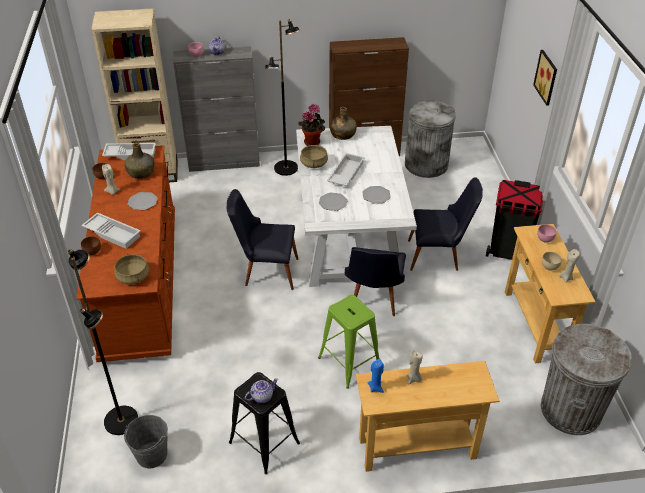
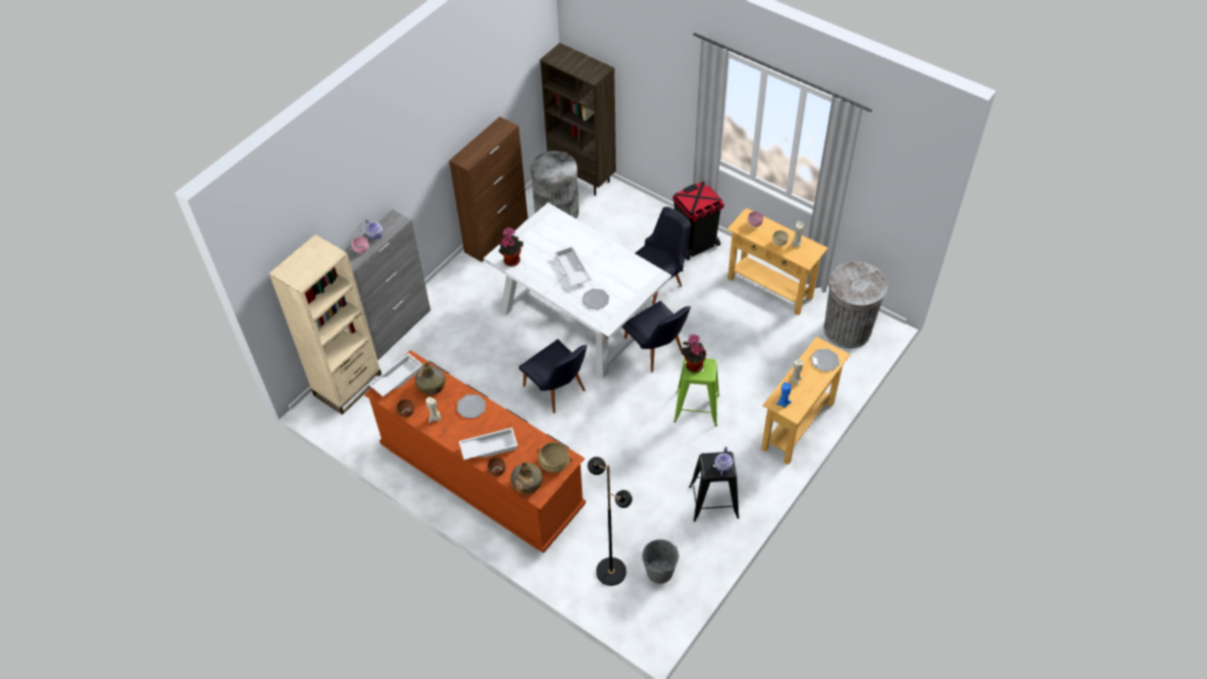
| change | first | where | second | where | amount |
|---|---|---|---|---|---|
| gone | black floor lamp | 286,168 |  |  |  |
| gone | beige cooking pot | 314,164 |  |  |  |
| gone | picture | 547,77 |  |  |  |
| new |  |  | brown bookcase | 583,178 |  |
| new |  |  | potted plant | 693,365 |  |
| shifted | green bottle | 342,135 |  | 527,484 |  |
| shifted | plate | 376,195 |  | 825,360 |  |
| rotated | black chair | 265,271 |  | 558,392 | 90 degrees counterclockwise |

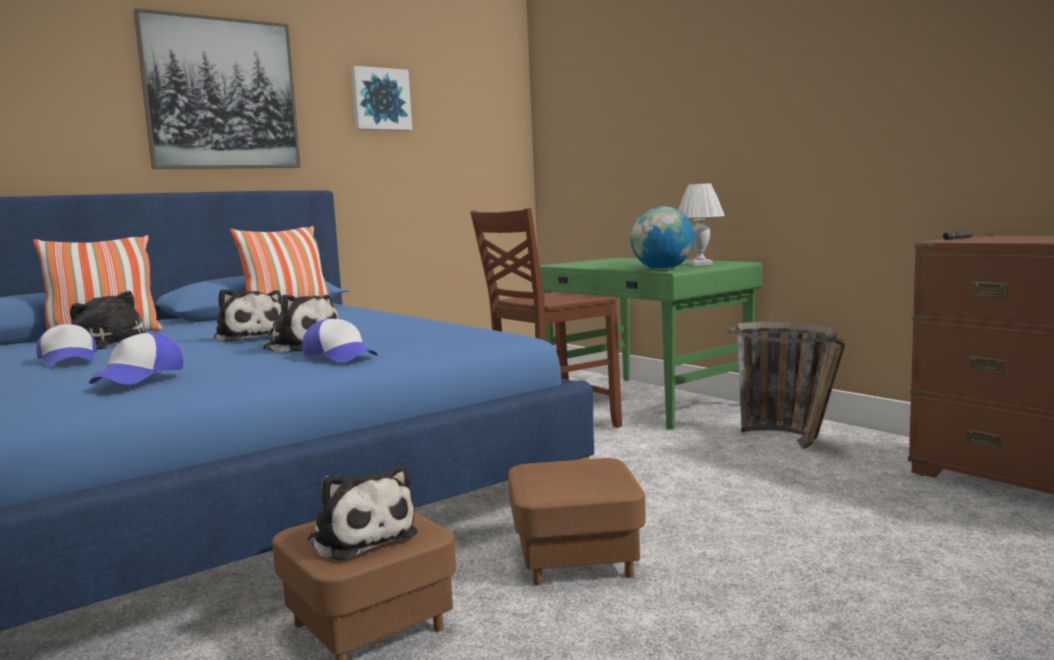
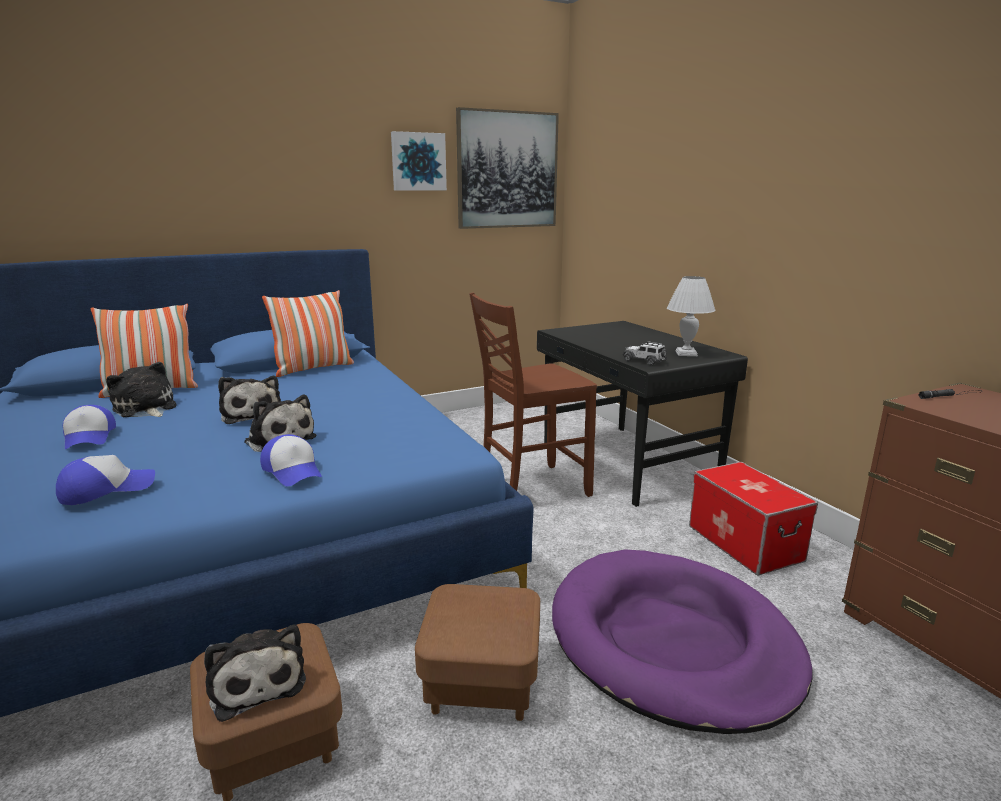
| change | first | where | second | where | amount |
|---|---|---|---|---|---|
| new |  |  | purple dog bed | 672,642 |  |
| shifted | picture | 221,94 |  | 507,170 |  |
| swapped | globe | 662,269 | toy car | 644,361 |  |
| swapped | basket | 794,441 | storage box | 743,543 |  |
| repainted | green desk | 645,402 | black desk | 626,463 |  |
| rotated | cap | 139,376 |  | 107,489 | 150 degrees counterclockwise |

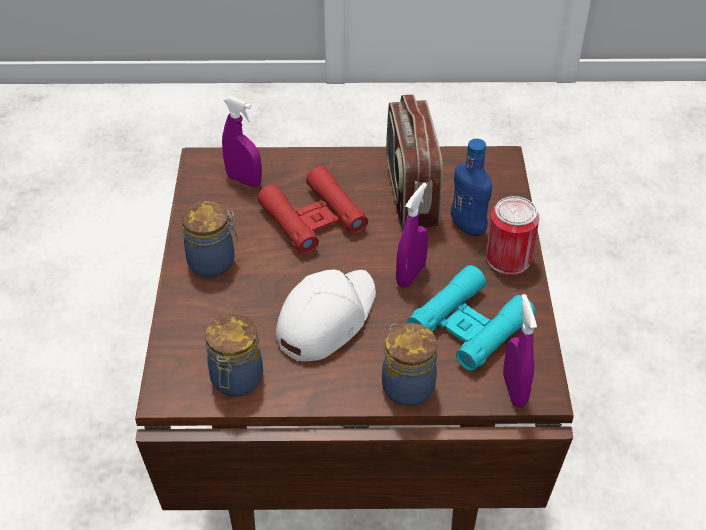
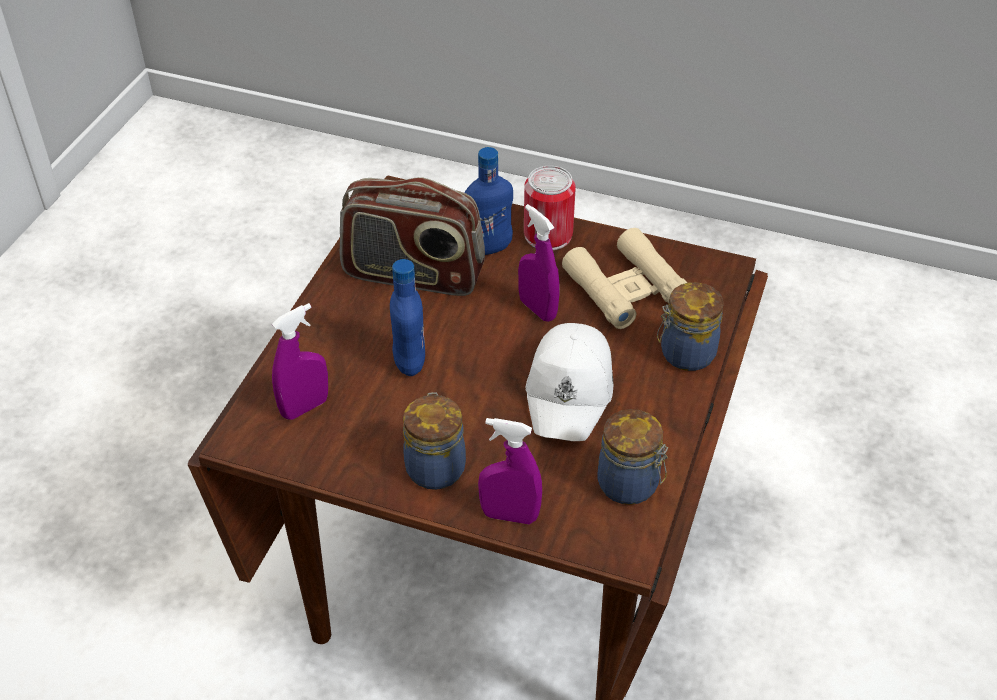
| change | first | where | second | where | amount |
|---|---|---|---|---|---|
| shifted | purple spray bottle | 514,390 |  | 509,515 |  |
| swapped | red binoculars | 313,219 | blue bottle | 409,362 |  |
| repainted | turquoise binoculars | 469,326 | beige binoculars | 626,288 |  |
| rotated | white cap | 325,319 |  | 570,391 | 135 degrees counterclockwise |

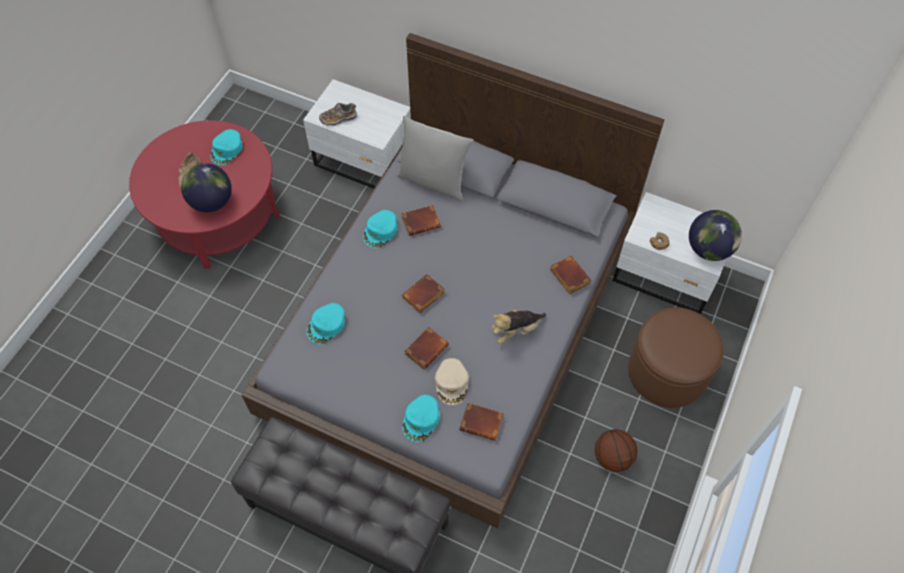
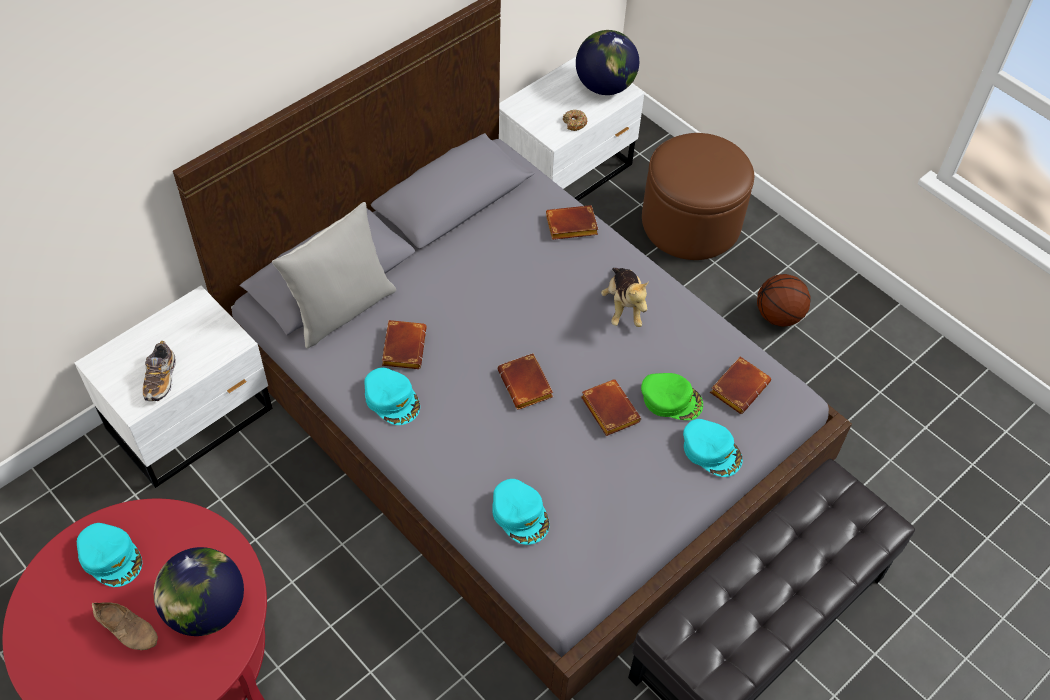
| change | first | where | second | where | amount |
|---|---|---|---|---|---|
| repainted | beige cap | 452,383 | green cap | 671,399 |  |

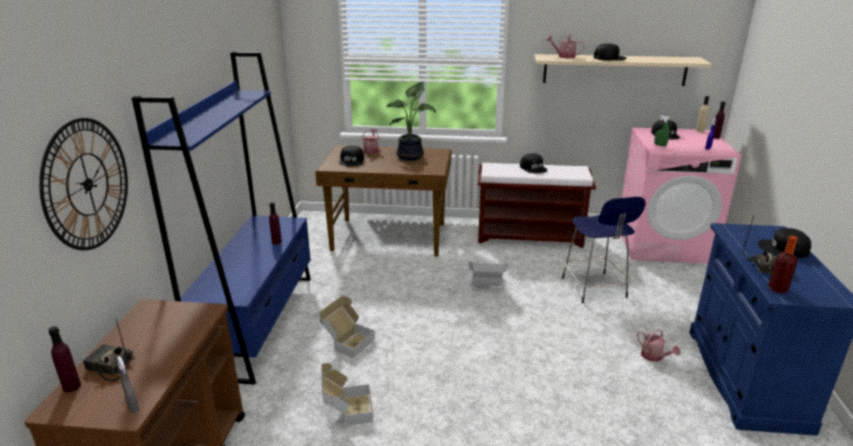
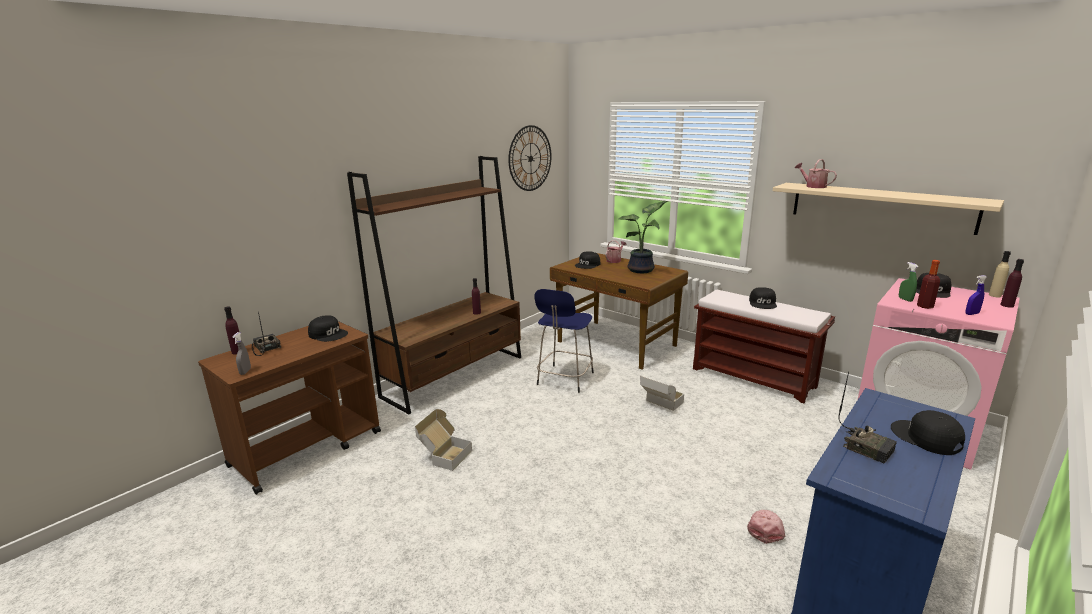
| change | first | where | second | where | amount |
|---|---|---|---|---|---|
| gone | cardboard box | 347,341 |  |  |  |
| shifted | wall clock | 87,184 |  | 530,158 |  |
| shifted | blue stool | 594,289 |  | 564,379 |  |
| shifted | black cap | 609,58 |  | 328,334 |  |
| shifted | bottle | 777,289 |  | 925,306 |  |
| swapped | watering can | 654,357 | pink cap | 765,528 |  |
| repainted | blue bookcase | 259,322 | brown bookcase | 455,376 |  |

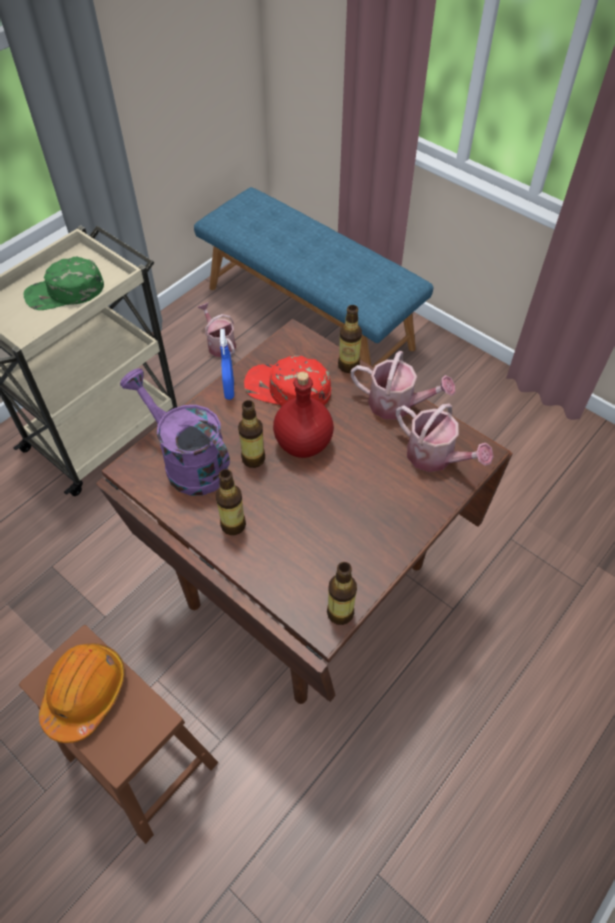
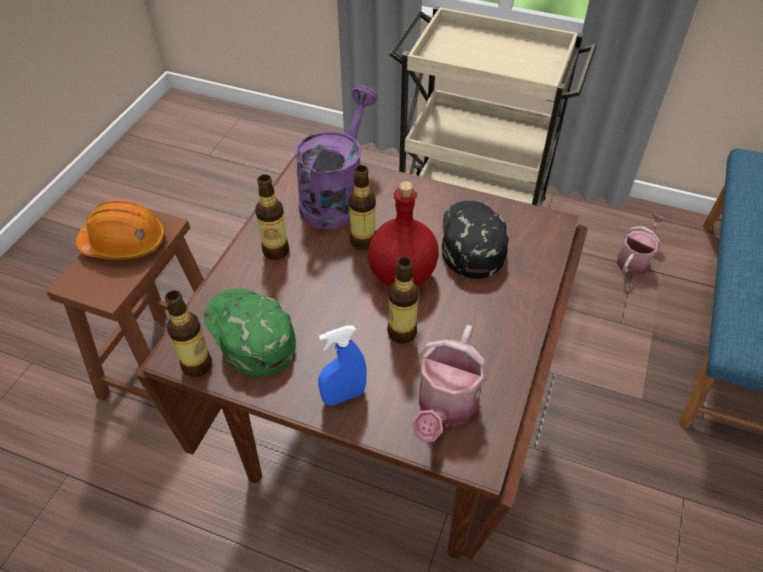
| change | first | where | second | where | amount |
|---|---|---|---|---|---|
| gone | watering can | 397,404 |  |  |  |
| shifted | green cap | 65,292 |  | 248,333 |  |
| shifted | blue spray bottle | 229,389 |  | 343,396 |  |
| shifted | bottle | 348,365 |  | 402,333 |  |
| repainted | red cap | 287,389 | black cap | 471,241 |  |

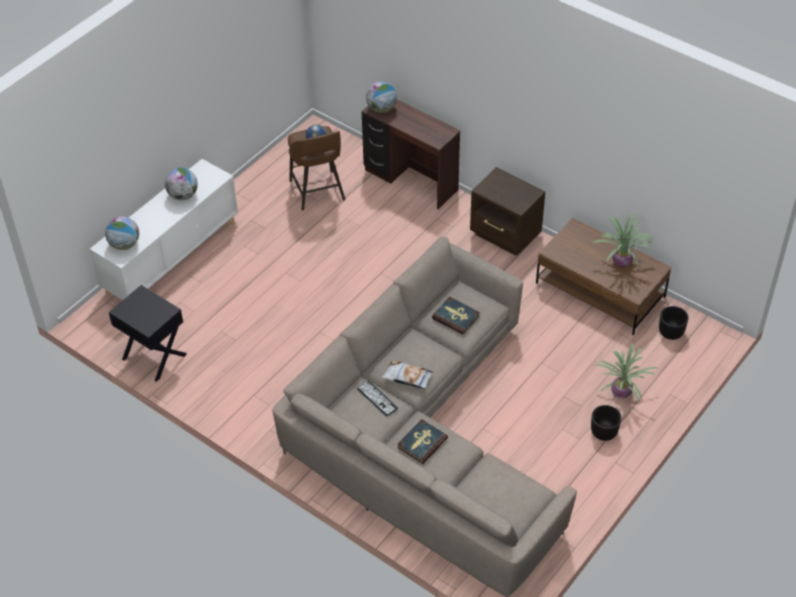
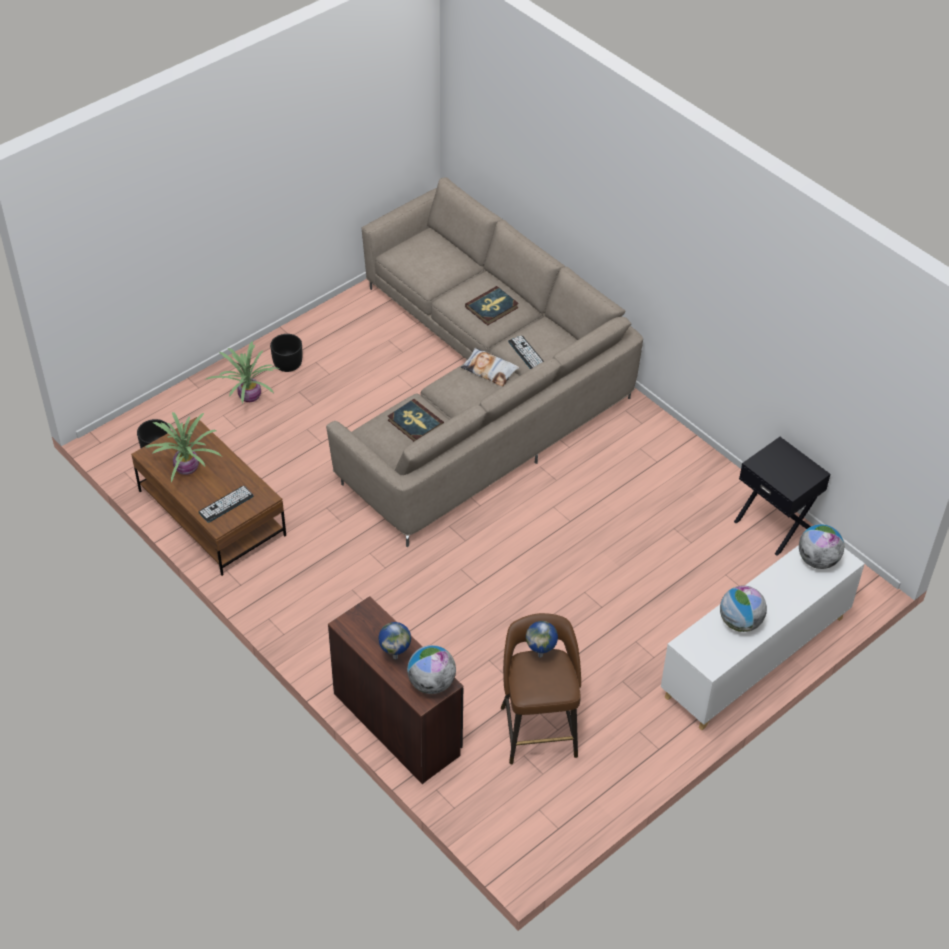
| change | first | where | second | where | amount |
|---|---|---|---|---|---|
| gone | brown nightstand | 505,235 |  |  |  |
| new |  |  | keyboard | 226,504 |  |
| new |  |  | globe | 395,656 |  |

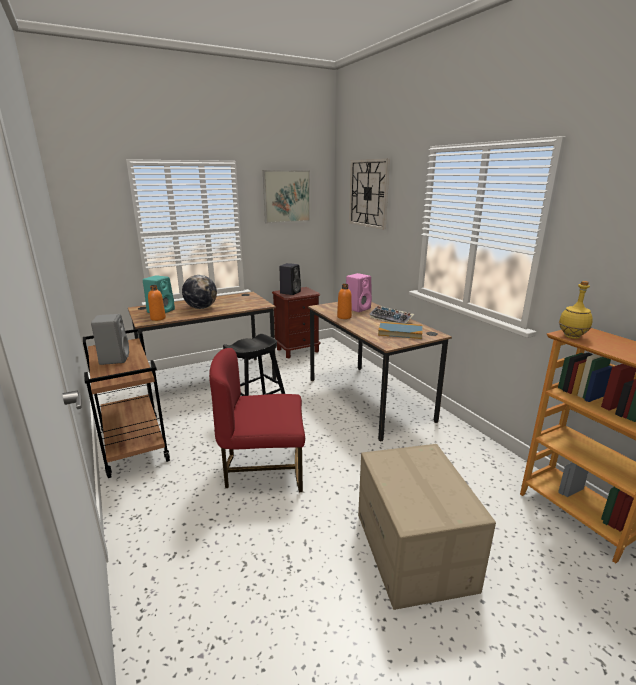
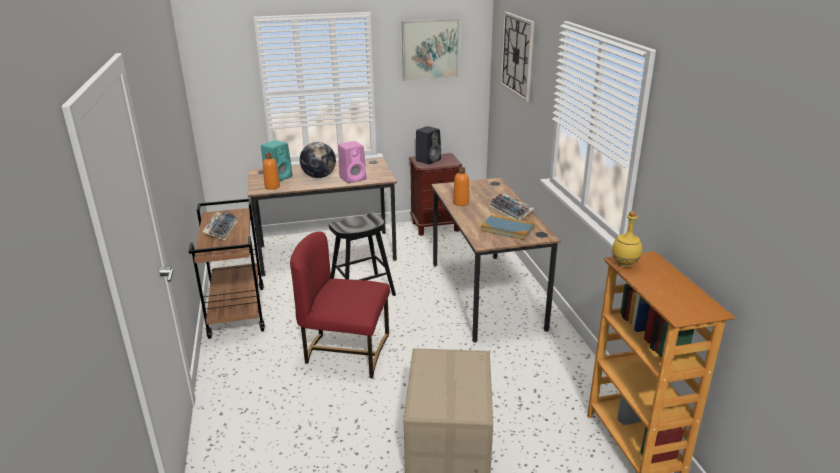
| change | first | where | second | where | amount |
|---|---|---|---|---|---|
| shifted | pink speaker | 358,308 |  | 353,178 |  |
| swapped | grey speaker | 114,358 | keyboard | 221,229 |  |

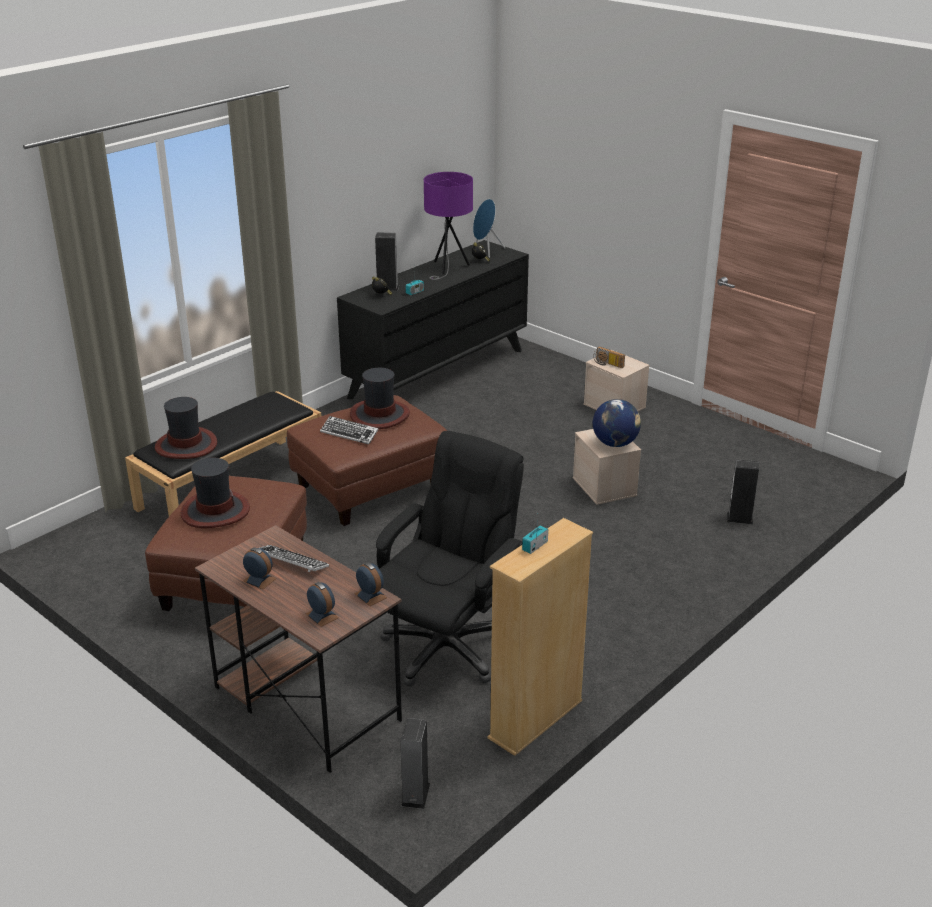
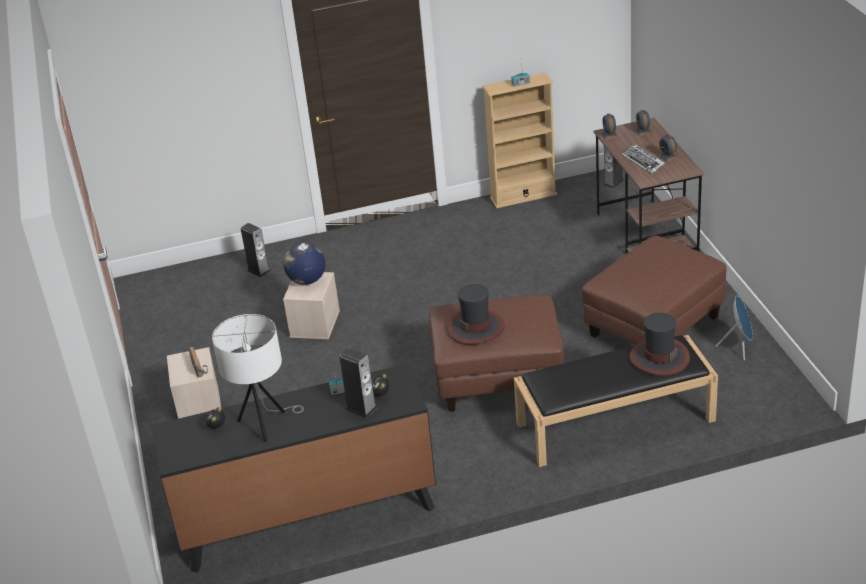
| change | first | where | second | where | amount |
|---|---|---|---|---|---|
| gone | hat | 215,511 |  |  |  |
| gone | keyboard | 349,433 |  |  |  |
| gone | black office chair | 446,647 |  |  |  |
| shifted | blue speaker | 486,251 |  | 739,347 |  |
| repainted | purple table lamp | 447,268 | white table lamp | 265,424 |  |

